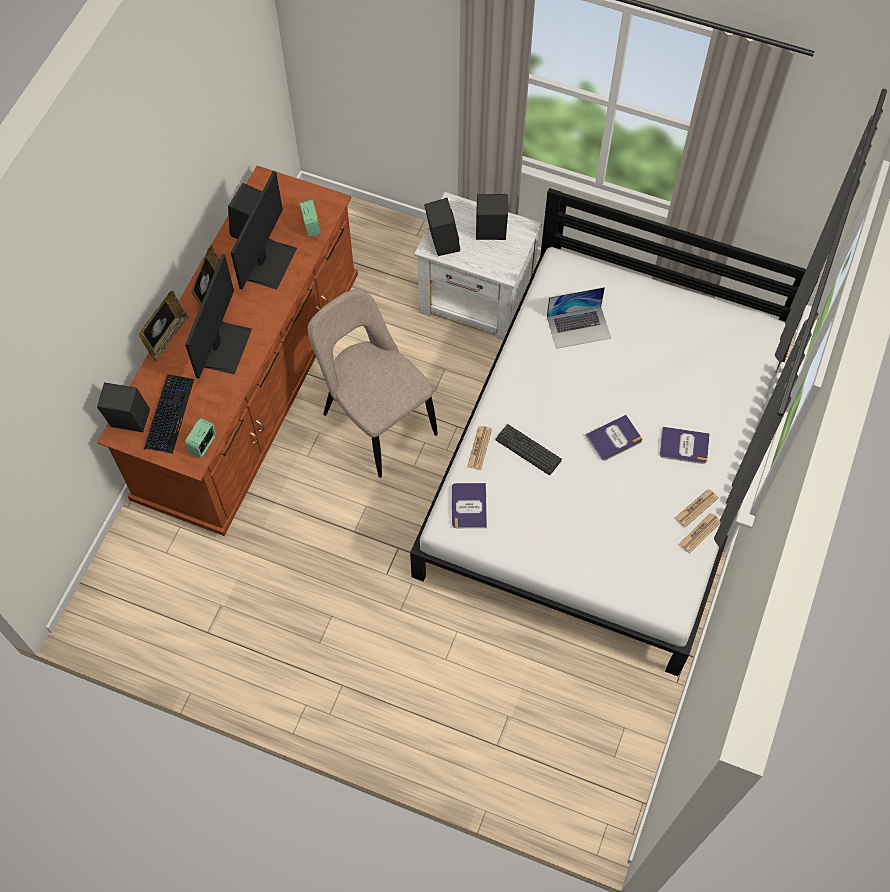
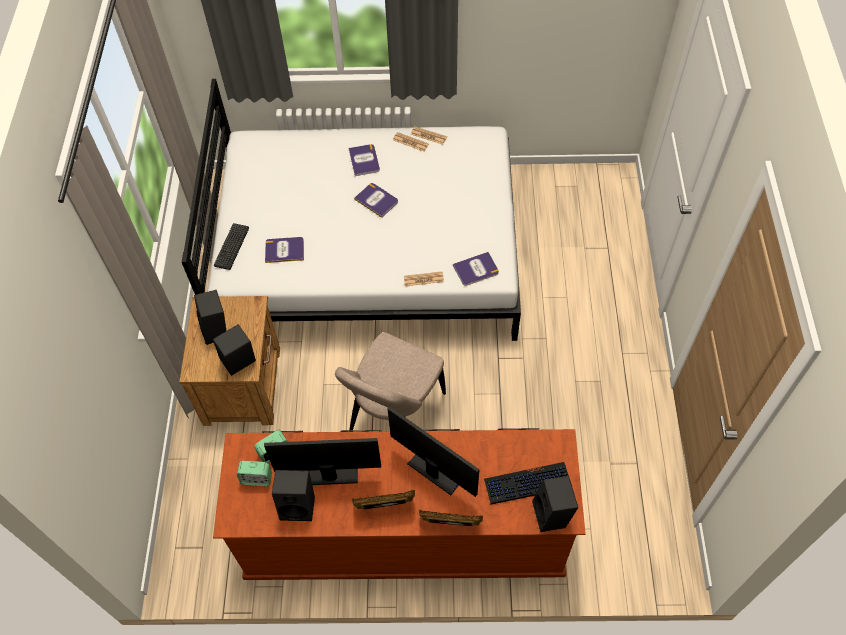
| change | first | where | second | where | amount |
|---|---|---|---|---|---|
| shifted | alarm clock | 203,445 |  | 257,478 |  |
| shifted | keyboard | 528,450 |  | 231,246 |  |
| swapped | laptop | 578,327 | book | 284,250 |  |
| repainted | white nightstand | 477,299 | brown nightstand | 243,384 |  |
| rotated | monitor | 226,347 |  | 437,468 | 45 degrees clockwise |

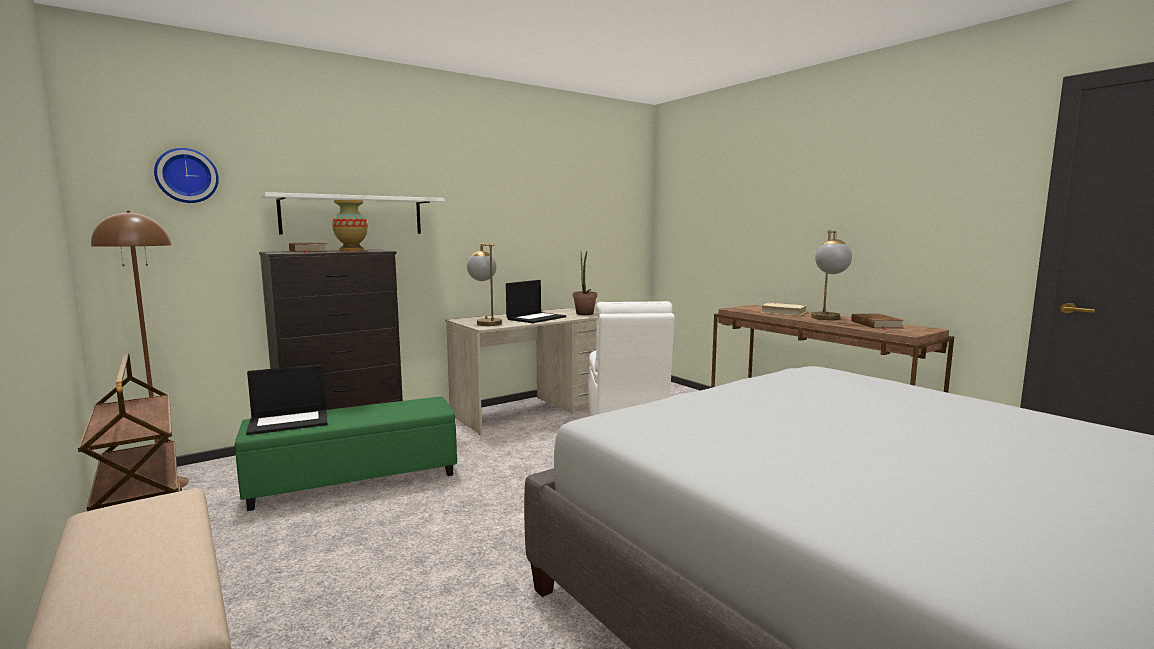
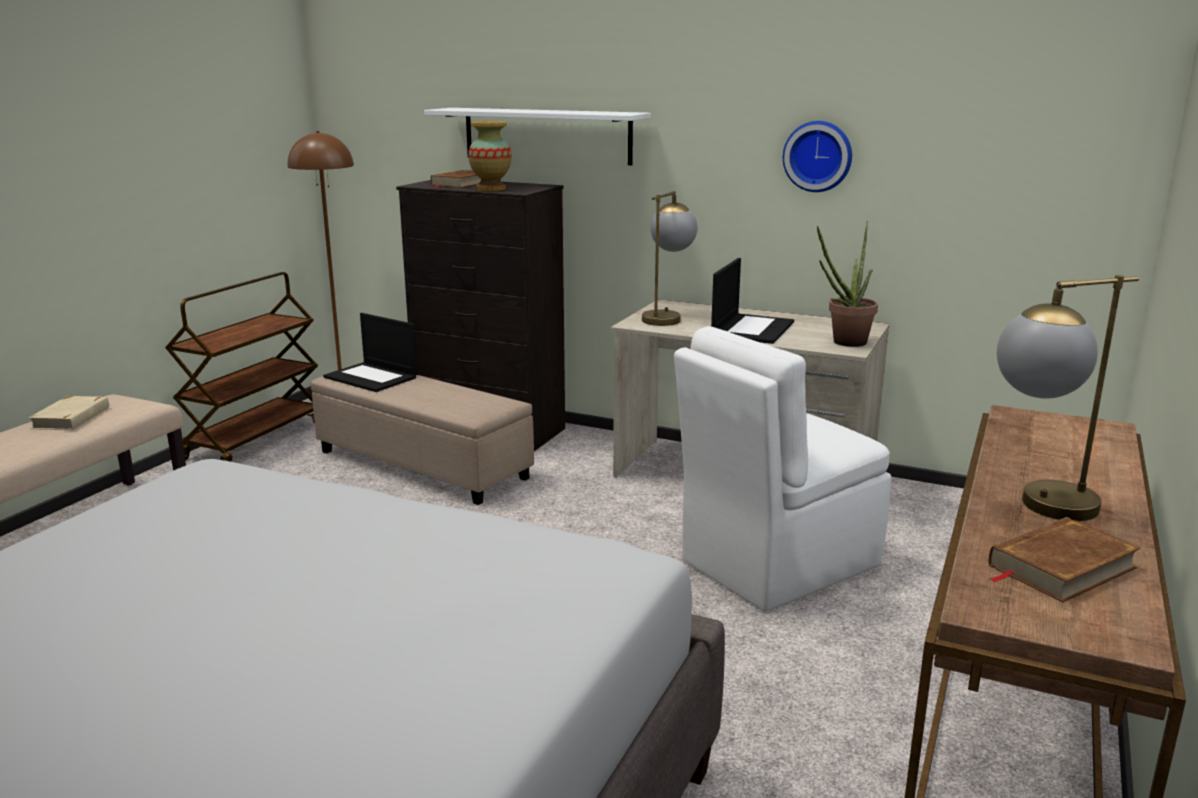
| change | first | where | second | where | amount |
|---|---|---|---|---|---|
| shifted | wall clock | 187,176 |  | 818,156 |  |
| shifted | beige book | 783,312 |  | 72,418 |  |
| repainted | green ottoman | 354,478 | beige ottoman | 423,464 |  |
| rotated | laptop | 536,318 |  | 752,329 | 75 degrees counterclockwise |

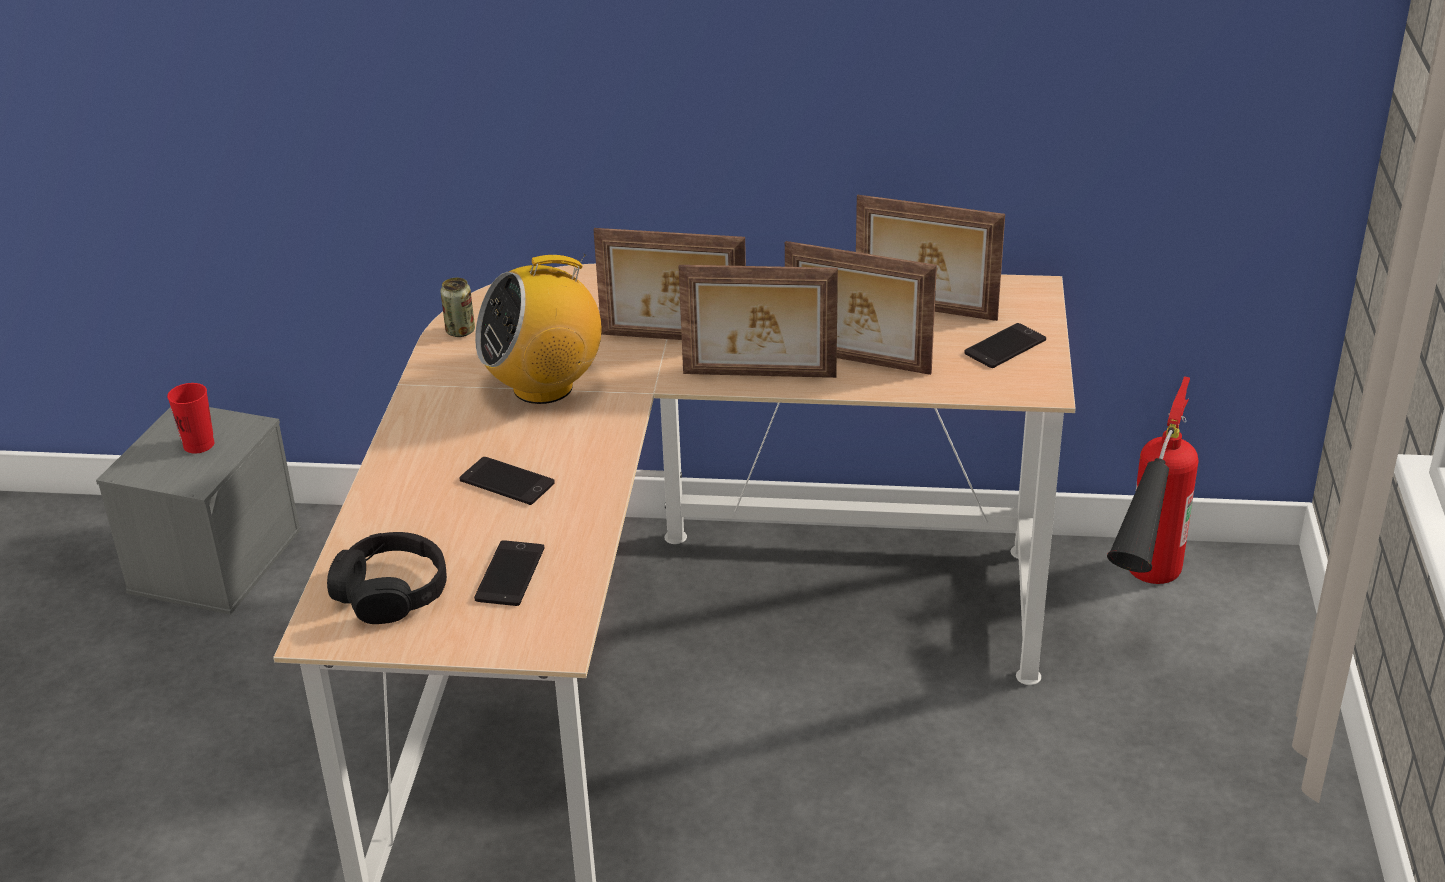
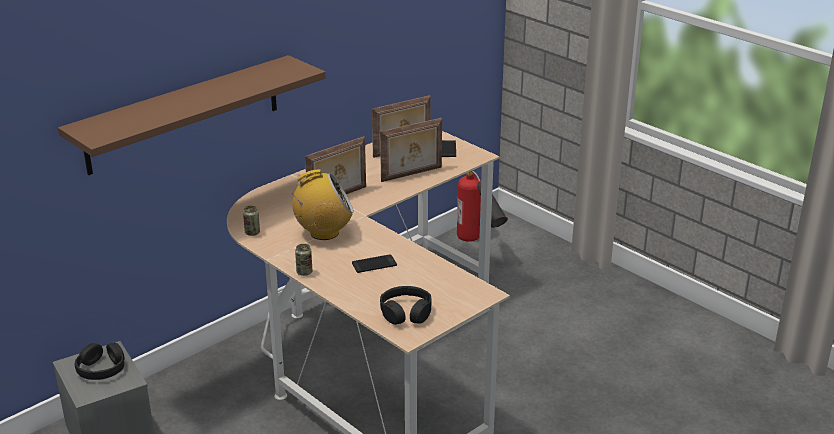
| change | first | where | second | where | amount |
|---|---|---|---|---|---|
| gone | phone | 510,574 |  |  |  |
| gone | picture frame | 759,376 |  |  |  |
| new |  |  | brown shelf | 184,114 |  |
| new |  |  | can | 304,272 |  |
| swapped | red cup | 199,445 | black headphones | 101,369 |  |
| rotated | radio | 544,387 |  | 324,232 | 120 degrees counterclockwise |

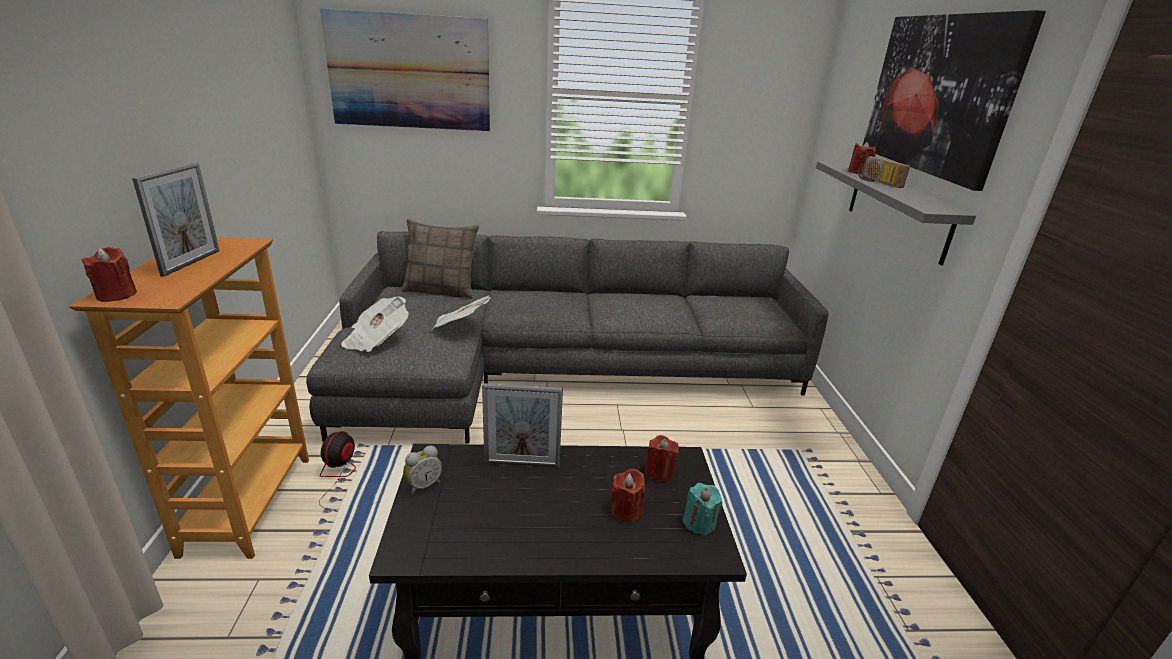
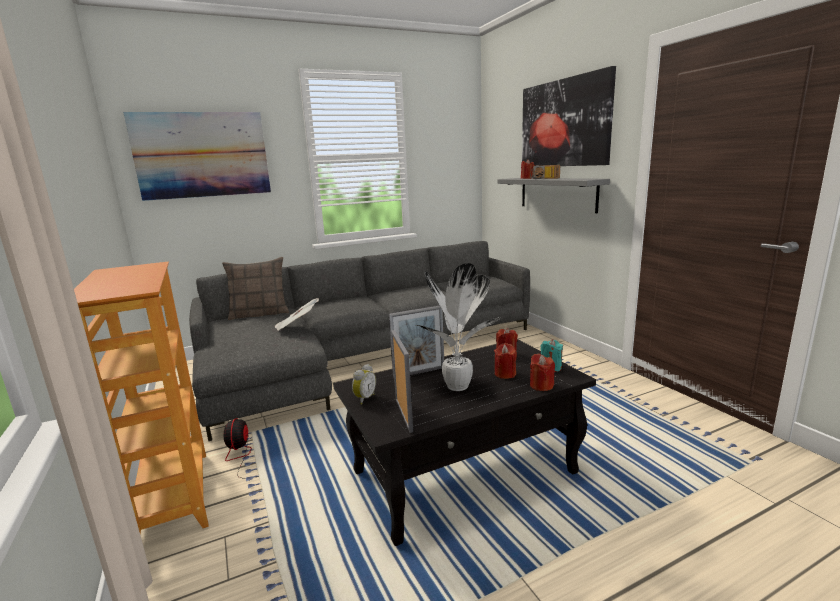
| change | first | where | second | where | amount |
|---|---|---|---|---|---|
| gone | newspaper | 376,340 |  |  |  |
| new |  |  | potted plant | 458,387 |  |
| shifted | red candle | 116,295 |  | 541,385 |  |
| shifted | picture frame | 191,263 |  | 404,415 |  |

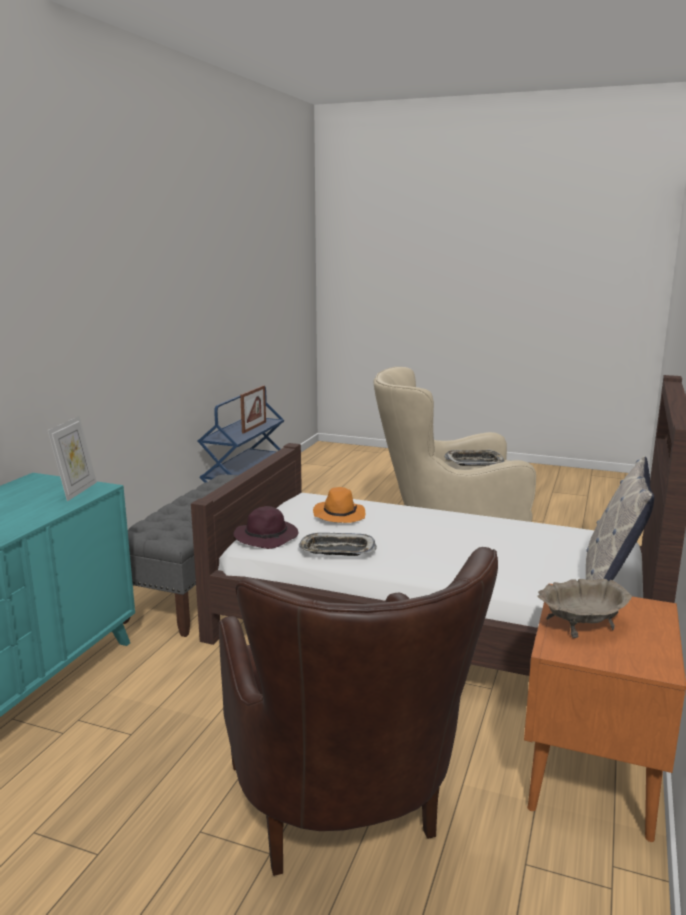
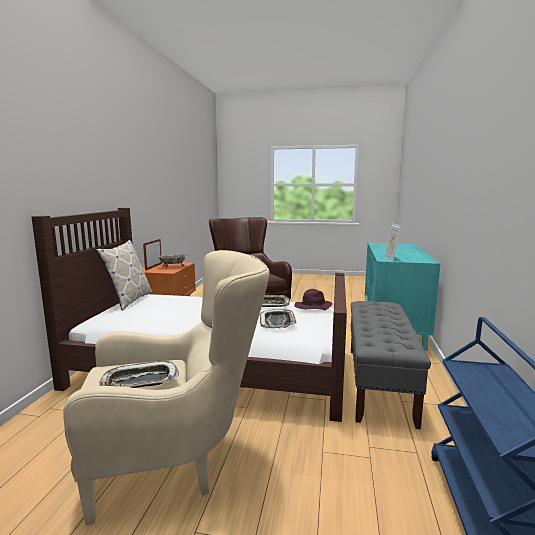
| change | first | where | second | where | amount |
|---|---|---|---|---|---|
| shifted | picture frame | 254,427 |  | 153,266 |  |
| swapped | orange hat | 339,515 | tray | 278,322 |  |

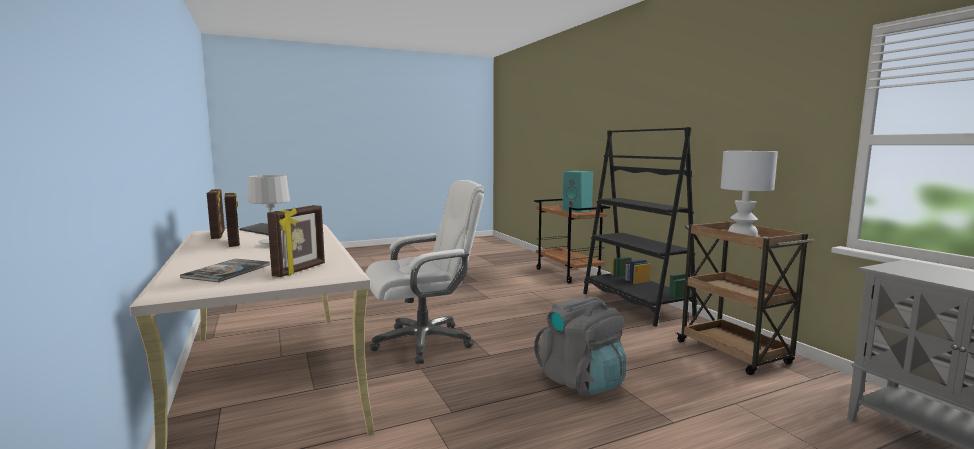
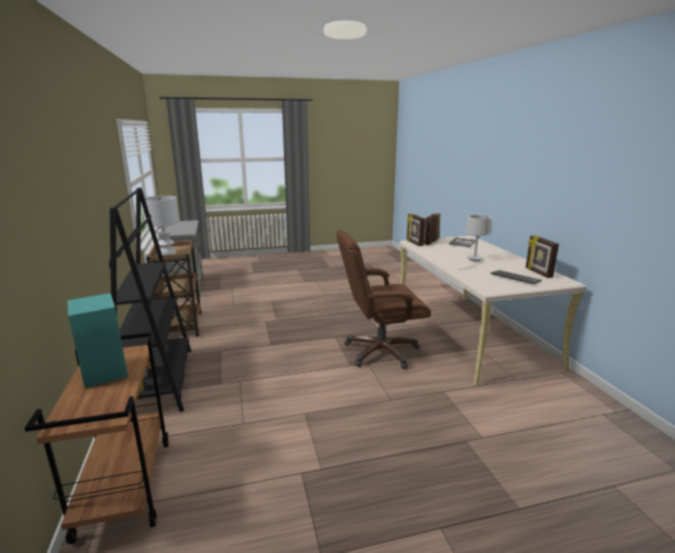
| change | first | where | second | where | amount |
|---|---|---|---|---|---|
| gone | grey backpack | 581,381 |  |  |  |
| shifted | picture frame | 234,243 |  | 414,243 |  |
| repainted | white office chair | 424,342 | brown office chair | 380,351 |  |

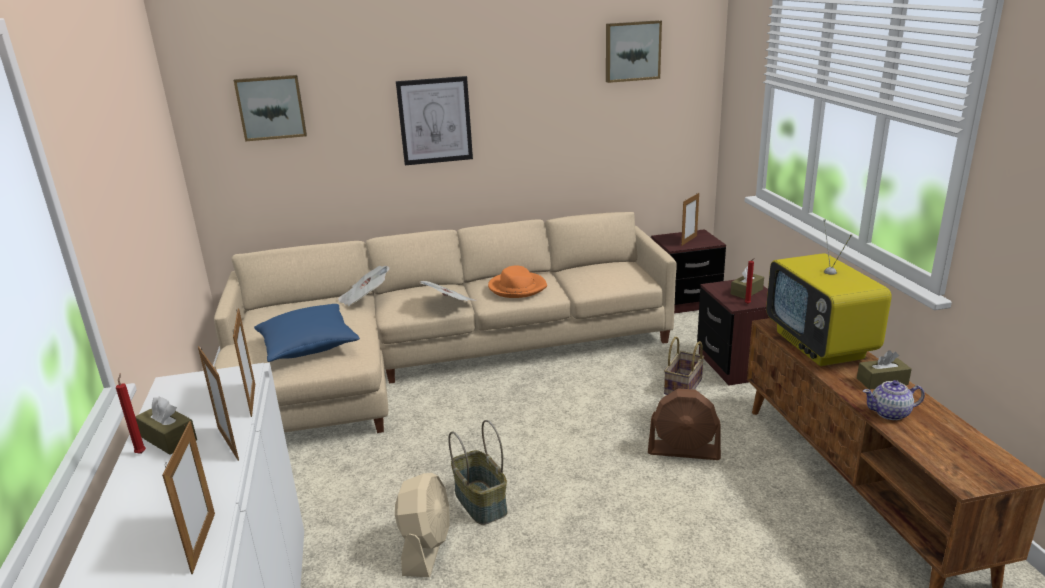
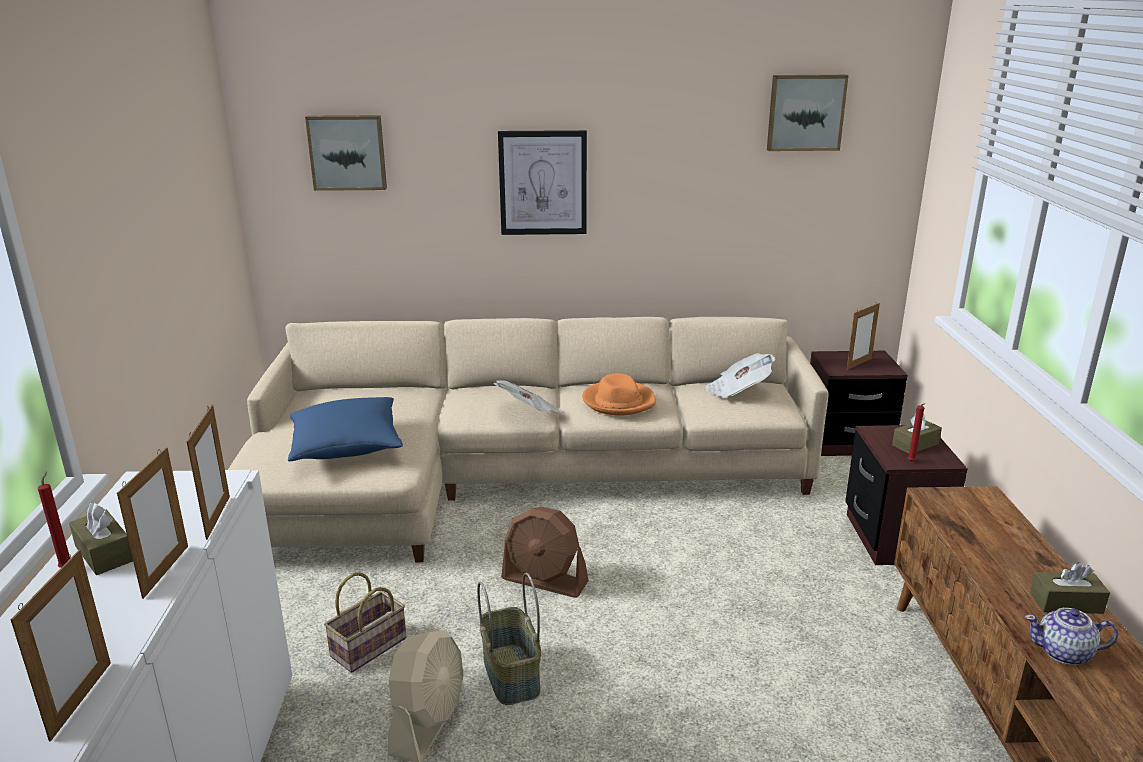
| change | first | where | second | where | amount |
|---|---|---|---|---|---|
| gone | television | 820,345 |  |  |  |
| shifted | newspaper | 364,299 |  | 737,391 |  |
| shifted | brown fan | 684,450 |  | 545,581 |  |
| shifted | basket | 683,387 |  | 368,649 |  |
| rotated | picture frame | 228,443 |  | 166,571 | 150 degrees counterclockwise |

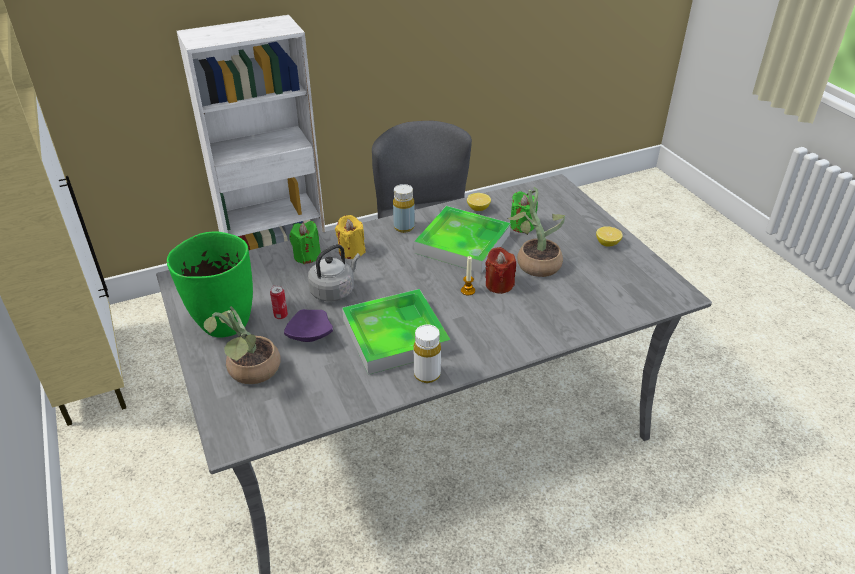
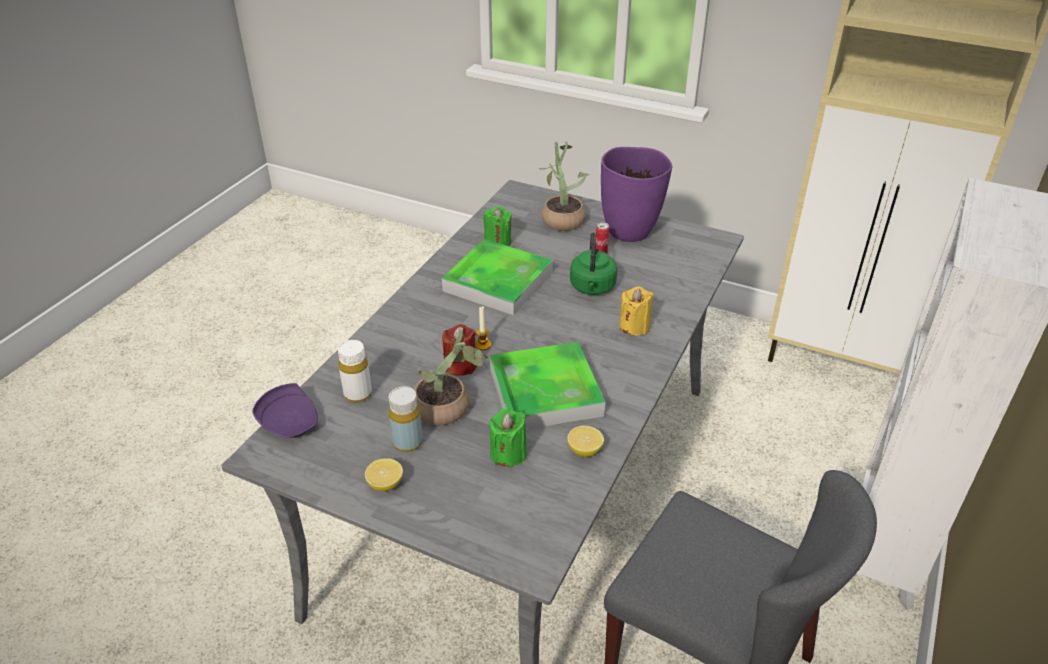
| change | first | where | second | where | amount |
|---|---|---|---|---|---|
| shifted | purple plate | 308,335 |  | 290,422 |  |
| shifted | green candle | 307,256 |  | 497,242 |  |
| shifted | yellow bottle | 404,227 |  | 408,442 |  |
| shifted | white bottle | 427,374 |  | 358,394 |  |
| repainted | green vase | 223,323 | purple vase | 629,231 |  |
| repainted | grey kettle | 334,291 | green kettle | 592,288 |  |

